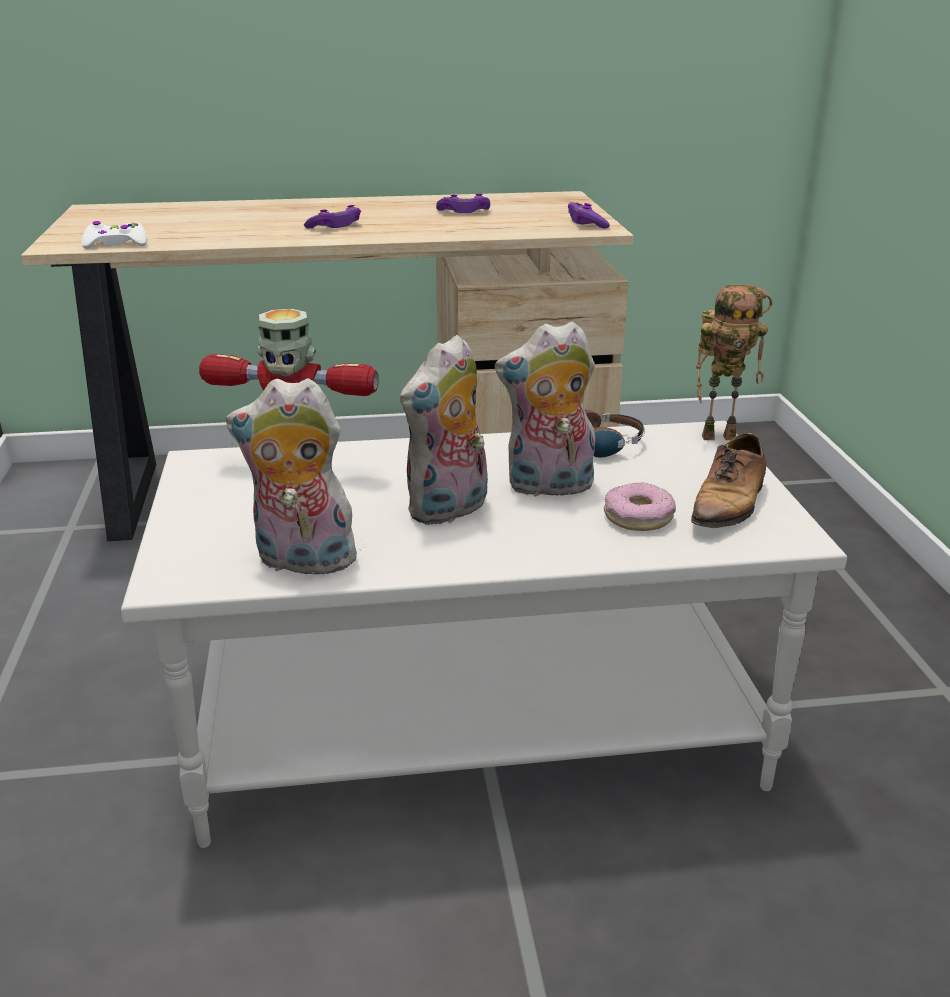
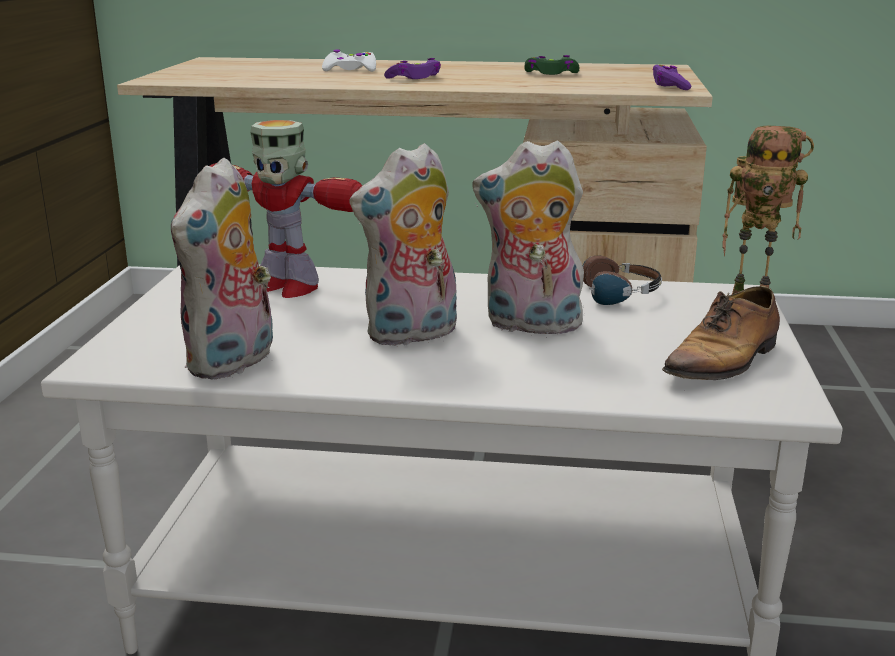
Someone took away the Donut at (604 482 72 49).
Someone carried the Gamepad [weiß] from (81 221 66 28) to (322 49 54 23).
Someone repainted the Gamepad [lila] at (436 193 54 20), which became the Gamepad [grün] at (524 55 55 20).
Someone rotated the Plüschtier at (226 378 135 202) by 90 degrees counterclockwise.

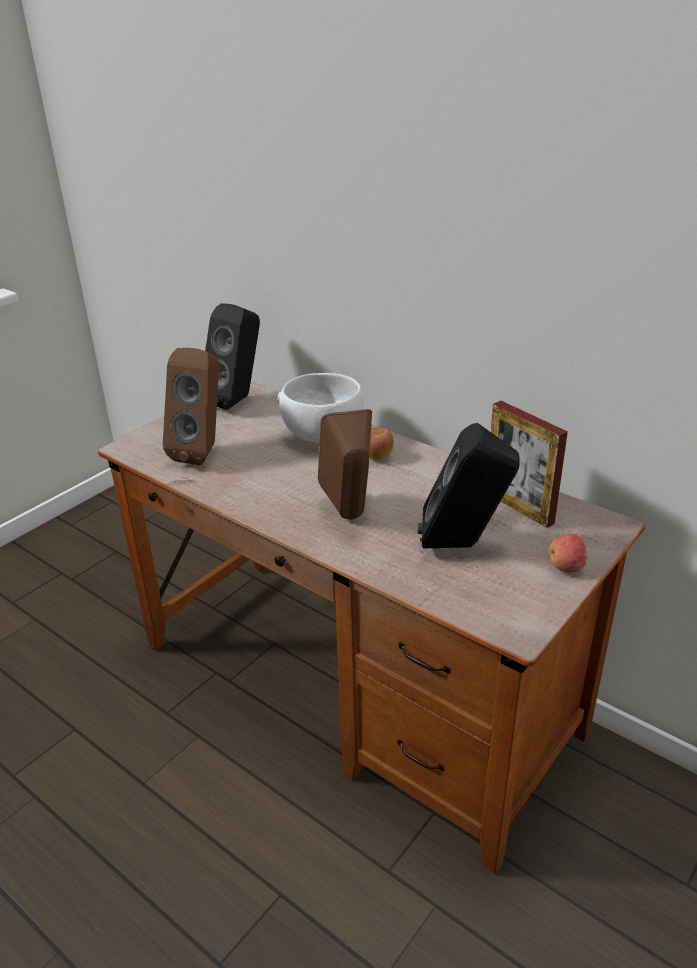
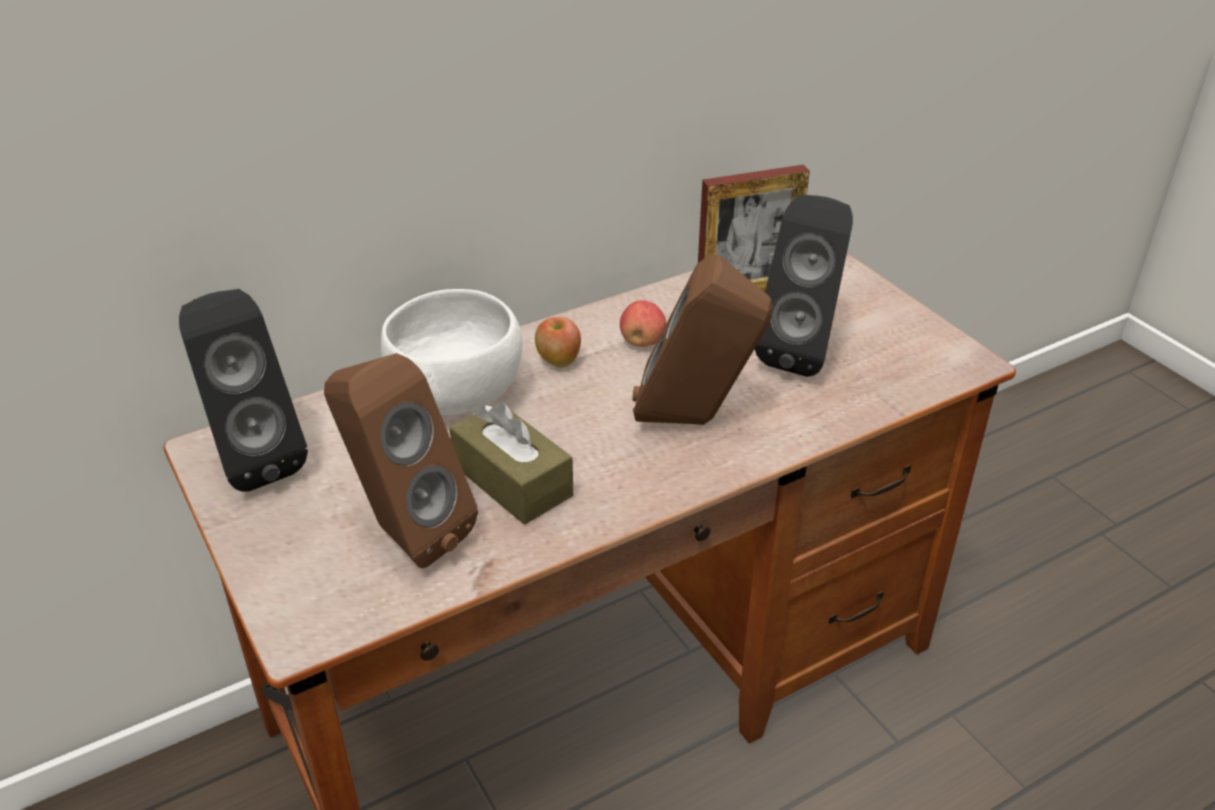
Someone put down the Taschentuchbox [braun] at (449 402 124 123).
Someone carried the Apfel from (549 534 39 38) to (620 300 46 47).

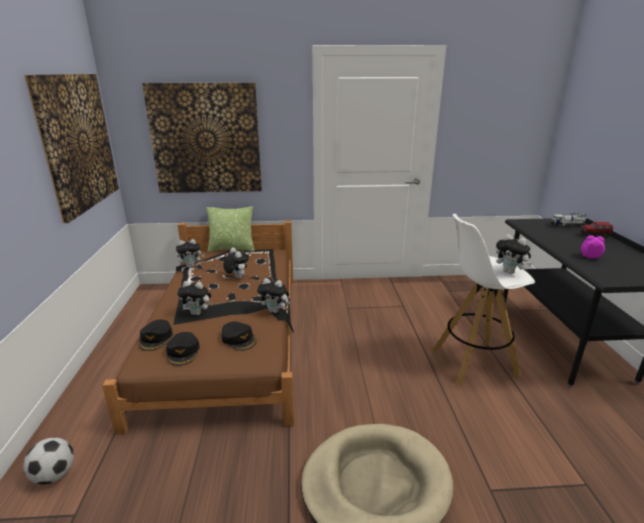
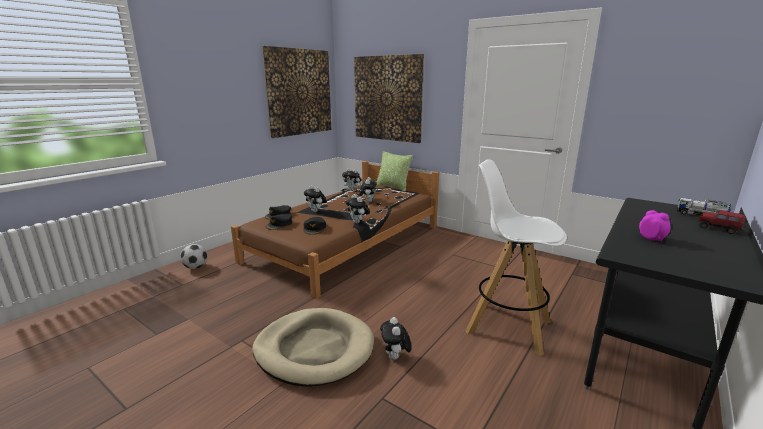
Someone carried the Plüschtier from (496 234 36 40) to (380 317 31 43).

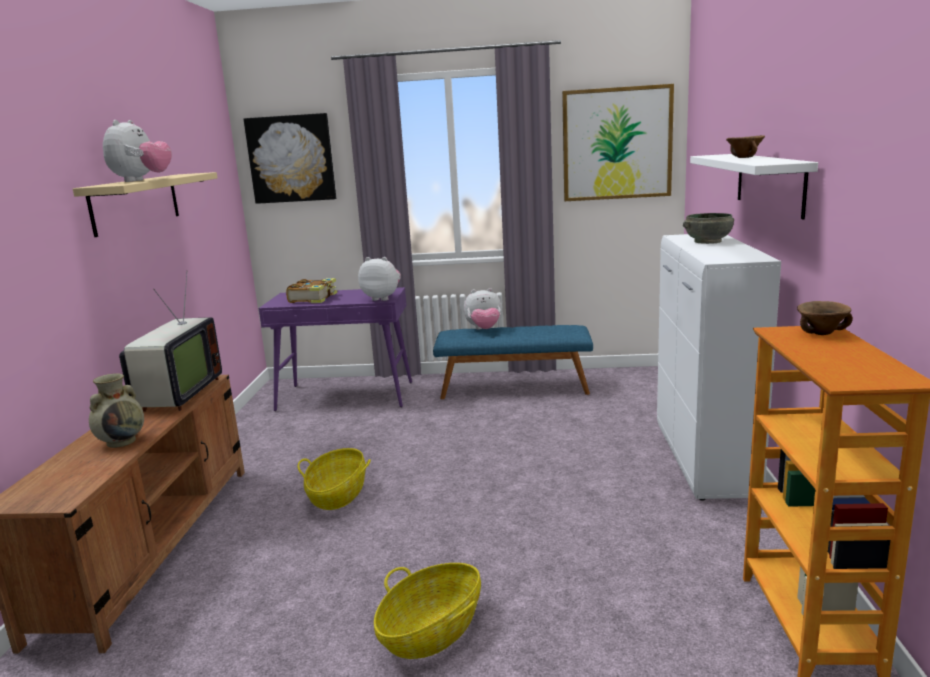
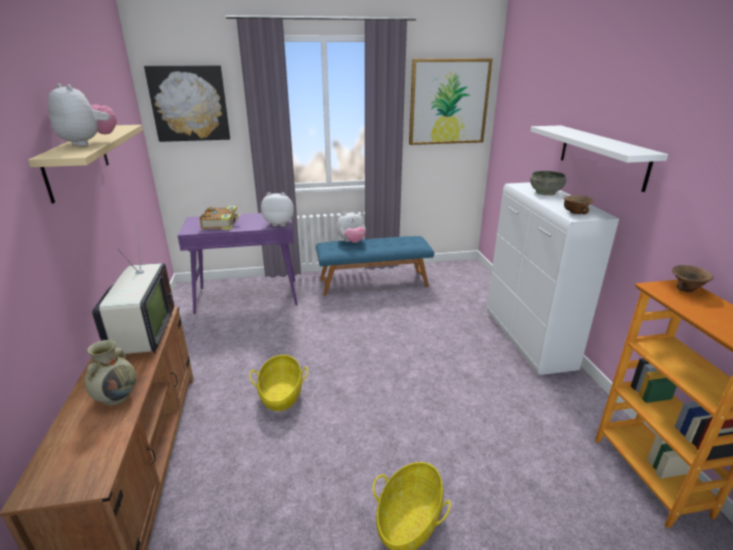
Someone carried the Schüssel [braun] from (726 135 39 23) to (563 195 30 19).
Someone rotated the Plüschtier at (103 120 69 62) by 45 degrees counterclockwise.

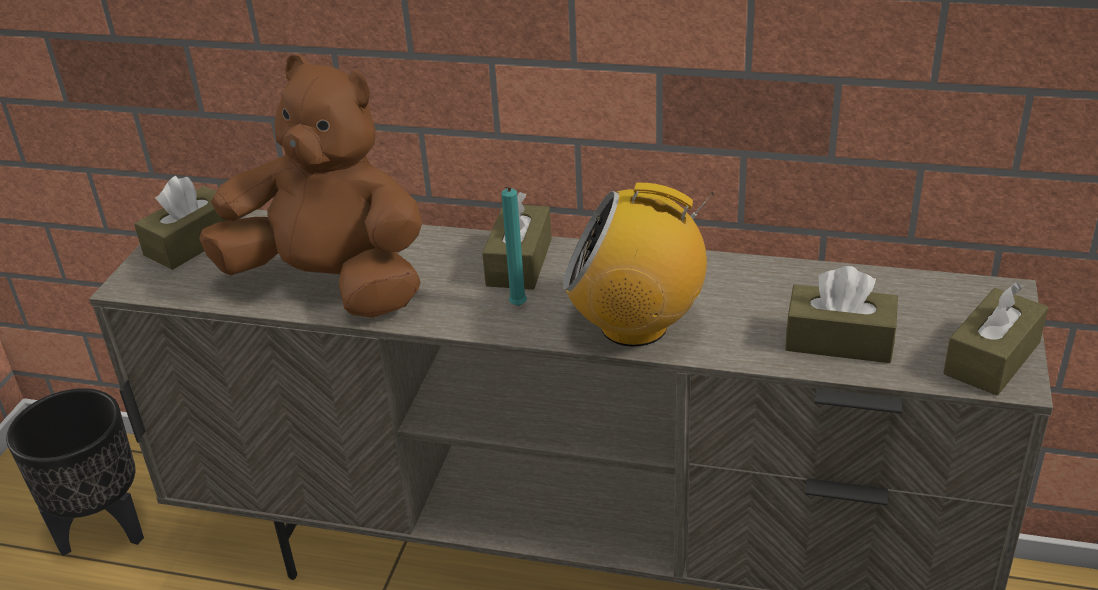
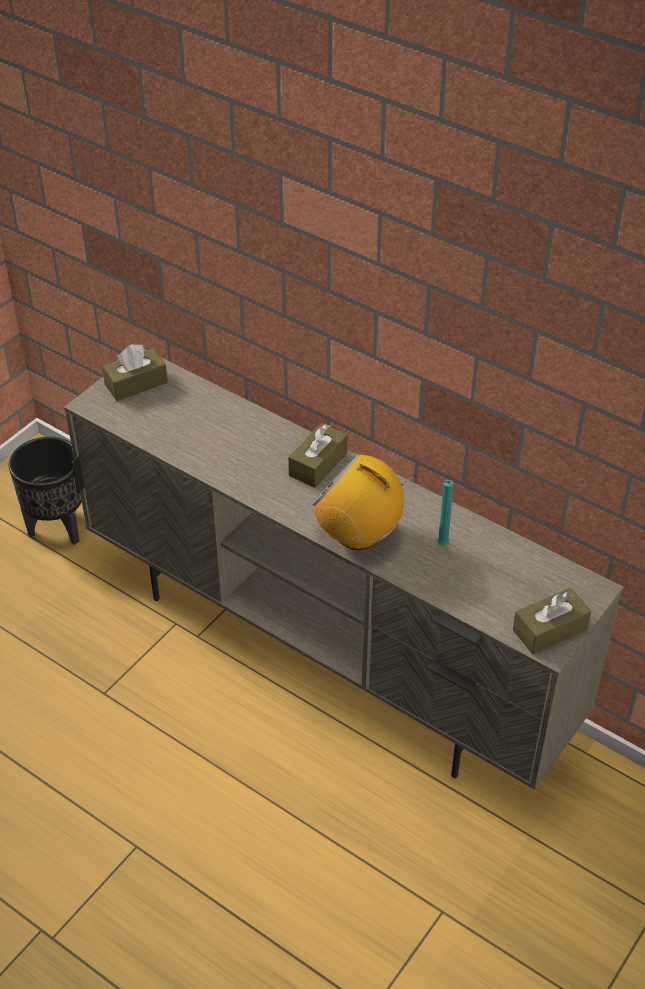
Someone took away the Plüschtier [braun] at (199 54 223 264).
Someone took away the Taschentuchbox [braun] at (785 266 113 97).
Someone carried the Kerze [türkis] from (501 186 26 120) to (437 480 17 65).

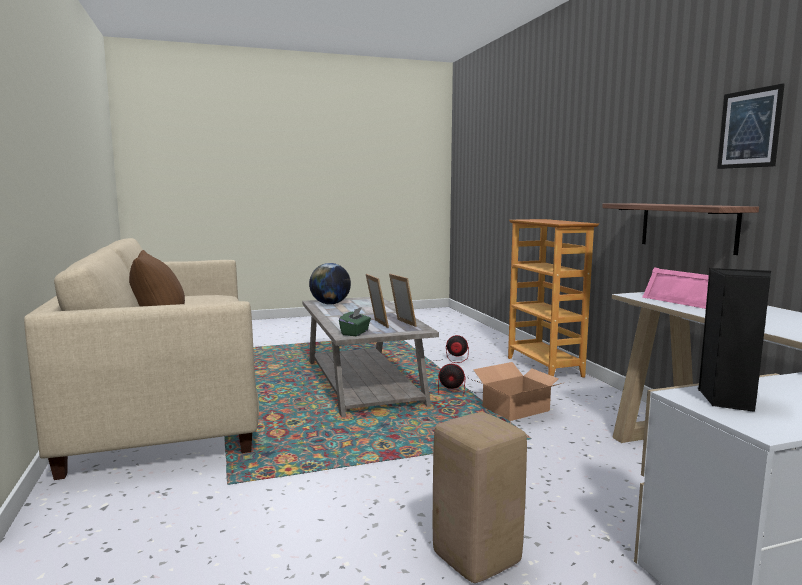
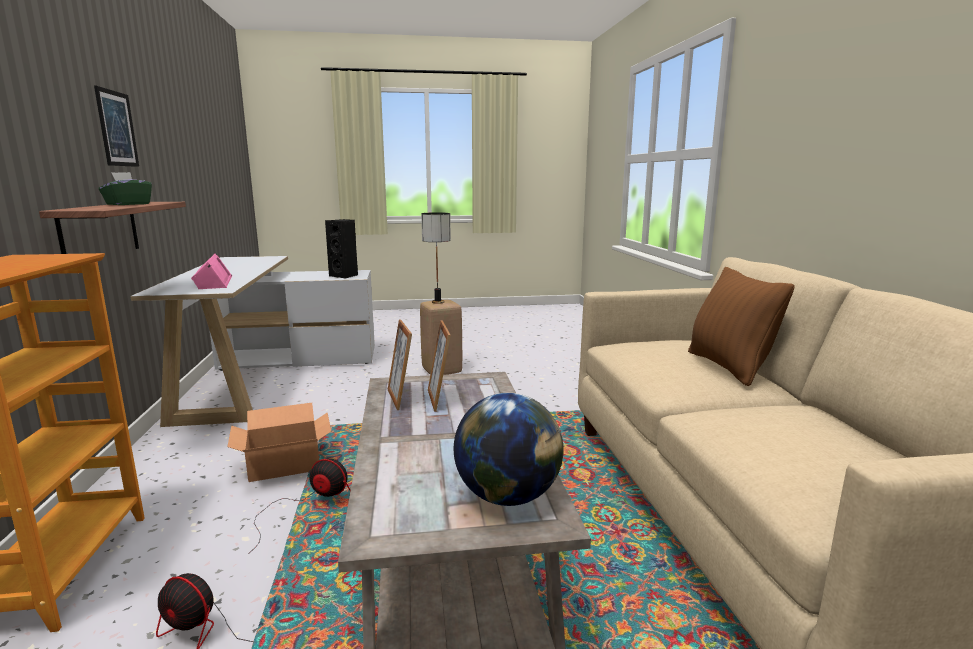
Someone put down the Tischlampe at (421 212 30 92).
Someone carried the Taschentuchbox [grün] from (339 307 32 29) to (98 172 54 33).

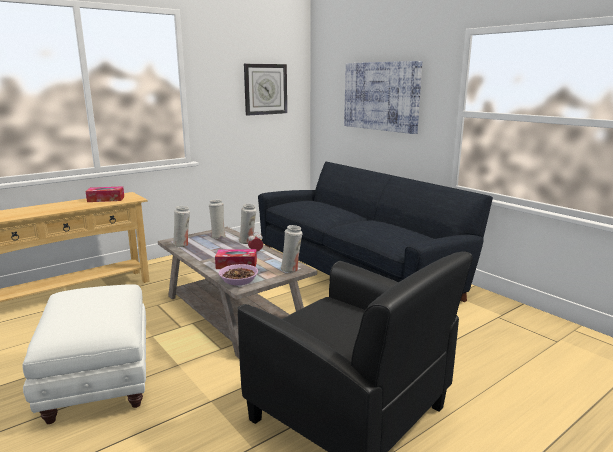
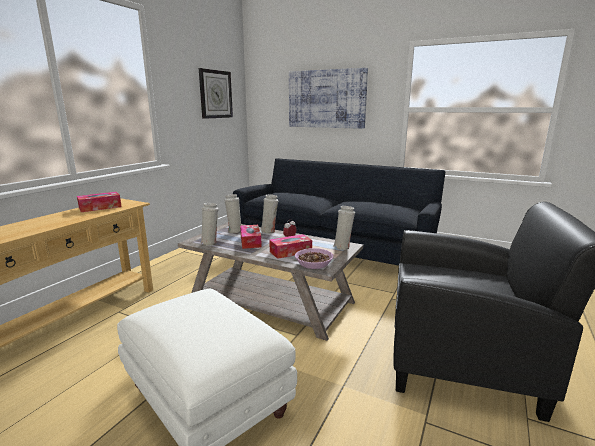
Someone put down the Taschentuchbox at (240 225 22 24).

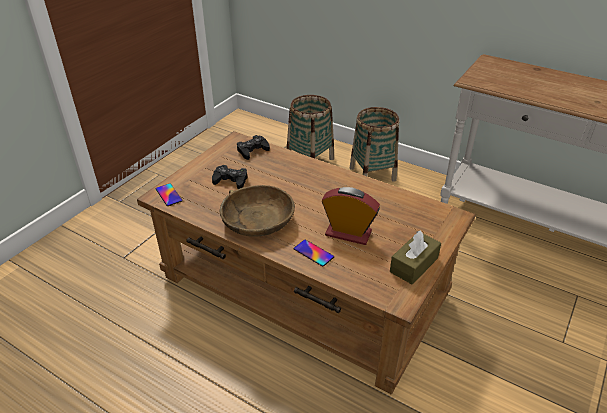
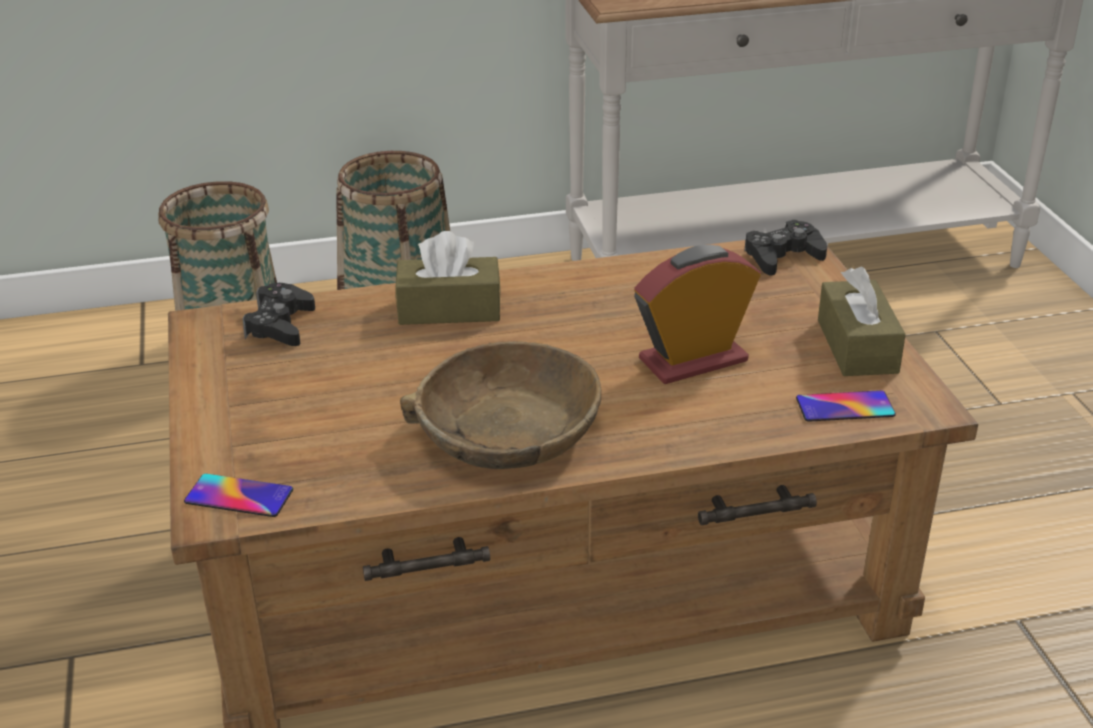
Someone put down the Taschentuchbox [braun] at (395 231 106 94).
Someone carried the Gamepad [schwarz] from (212 165 35 24) to (744 220 83 56).
Someone carried the Handy from (294 240 40 26) to (796 390 100 32).

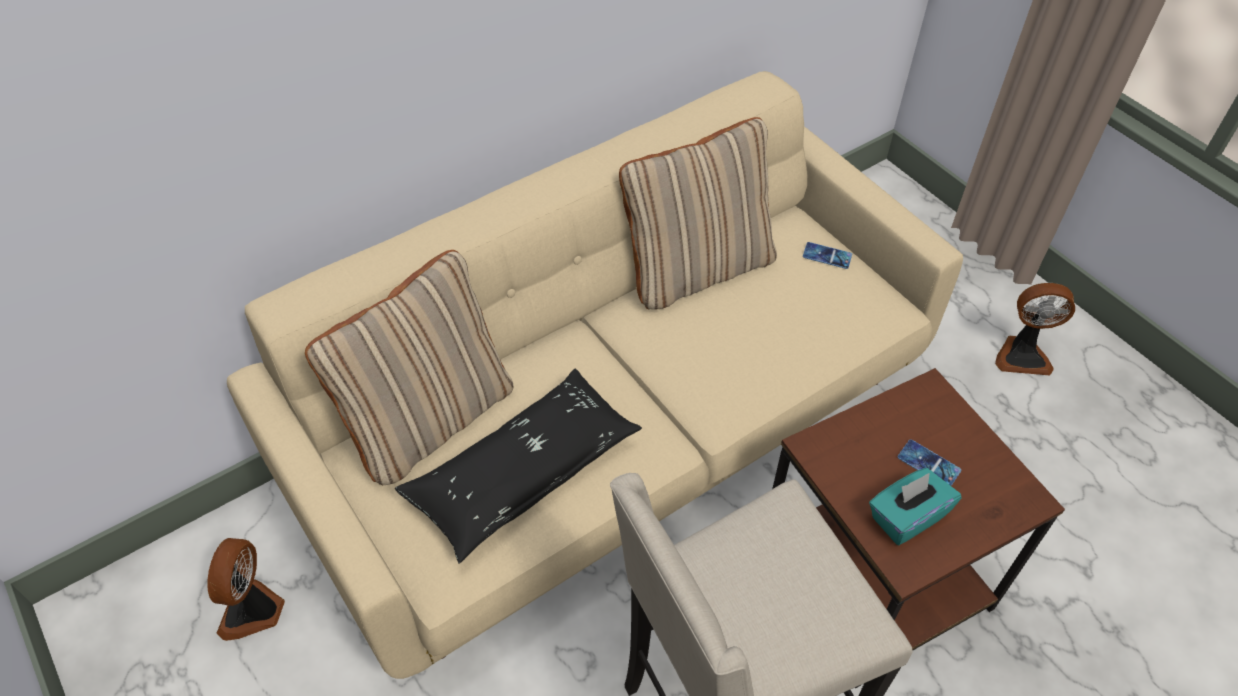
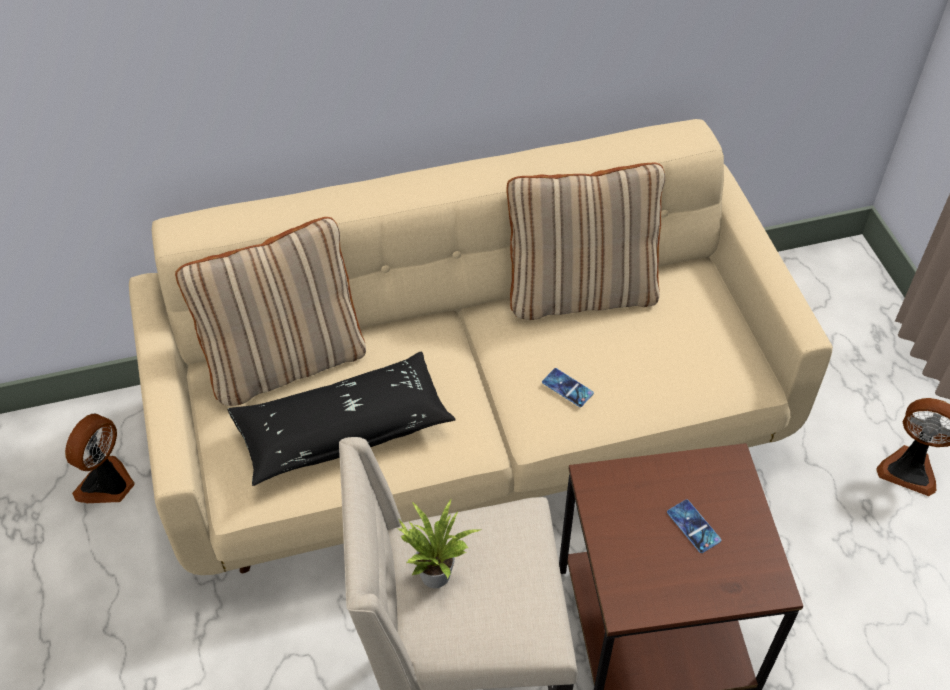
Someone took away the Taschentuchbox [türkis] at (869 468 92 77).
Someone put down the Topfpflanze at (397 499 83 90).
Someone carried the Handy from (803 242 49 27) to (542 368 52 39).

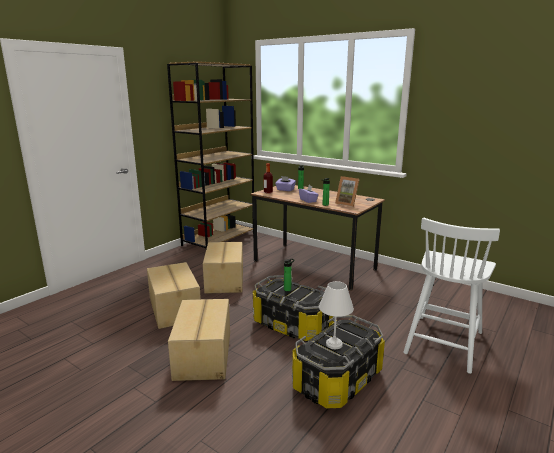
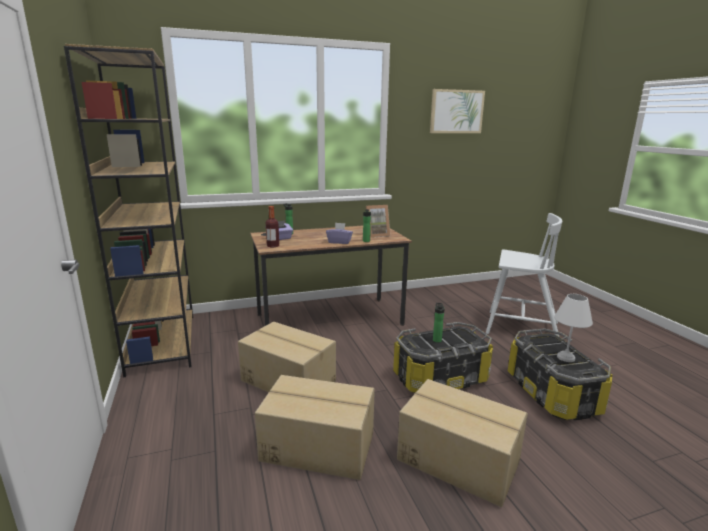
Someone put up the Bild at (430 89 55 44).
Someone rotated the Stuhl [weiß] at (403 218 97 156) by 45 degrees counterclockwise.

